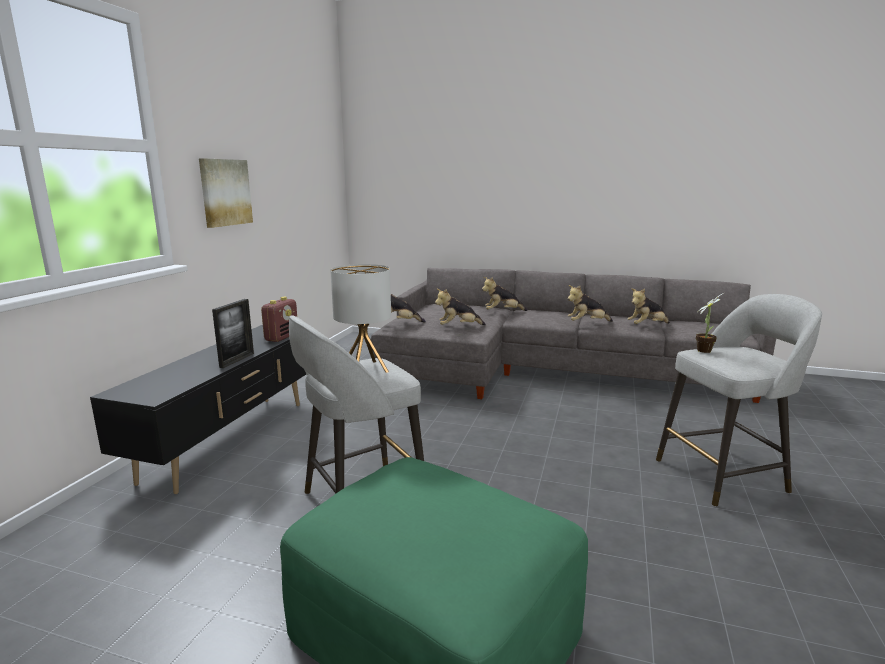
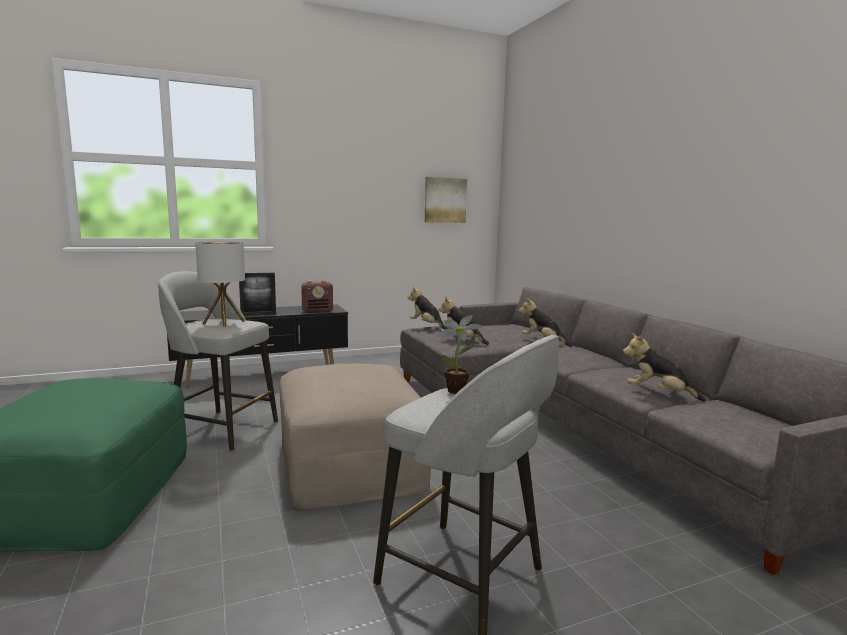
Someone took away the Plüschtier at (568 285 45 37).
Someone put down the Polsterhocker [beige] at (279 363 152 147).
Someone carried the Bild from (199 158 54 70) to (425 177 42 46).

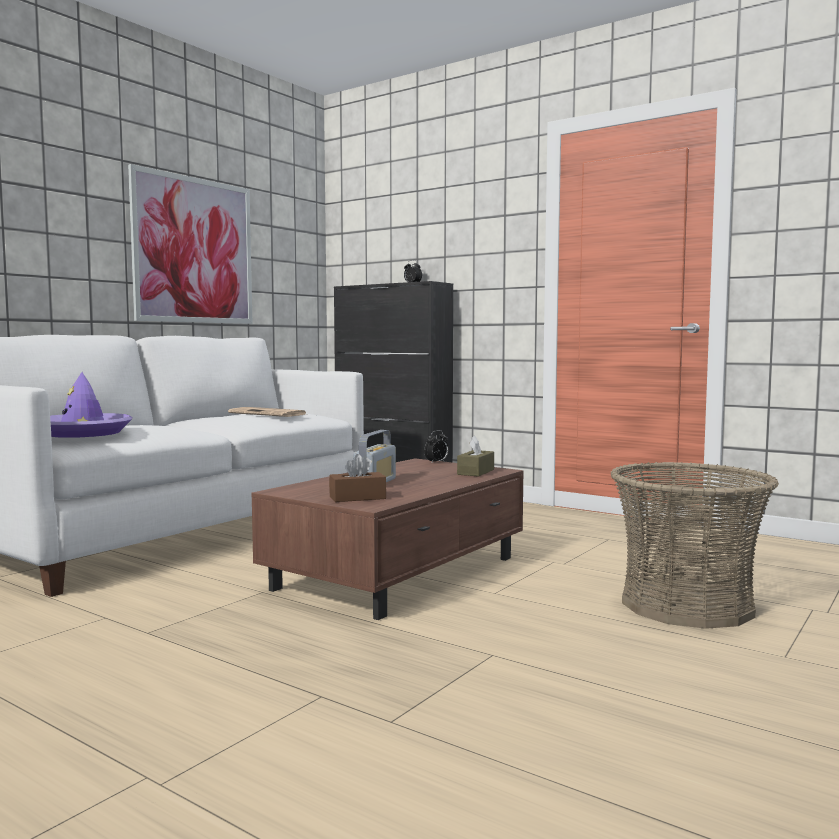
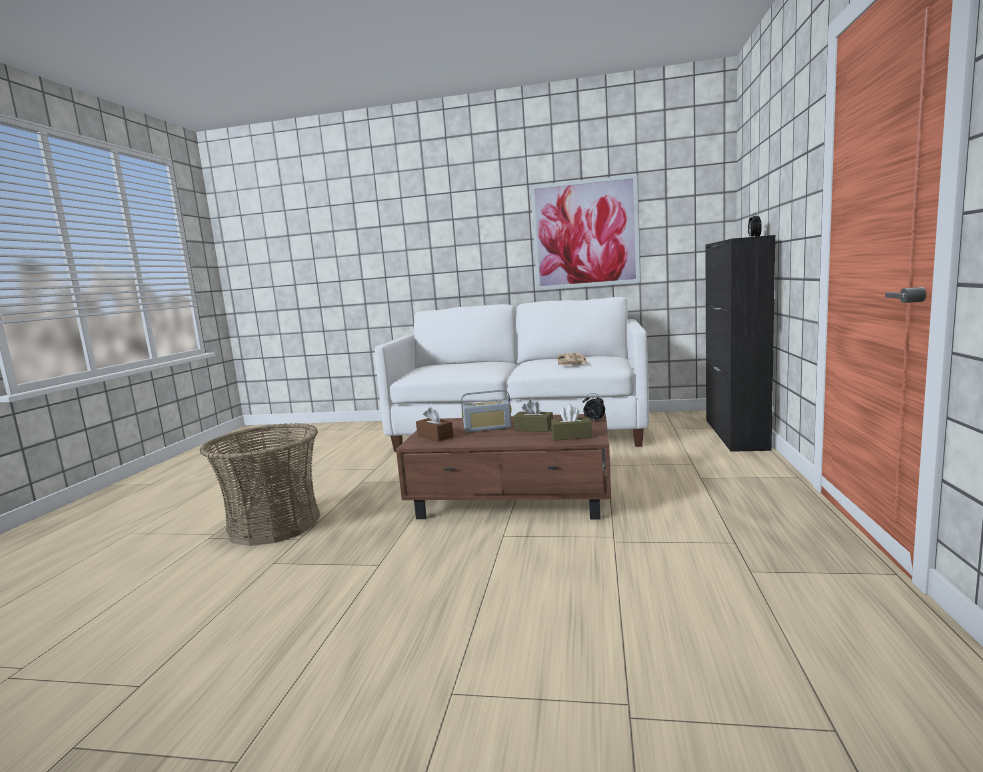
Someone took away the Hut [lila] at (50 372 82 66).
Someone put down the Taschentuchbox [braun] at (513 400 40 32).
Someone carried the Korb from (611 462 168 167) to (199 423 121 123).

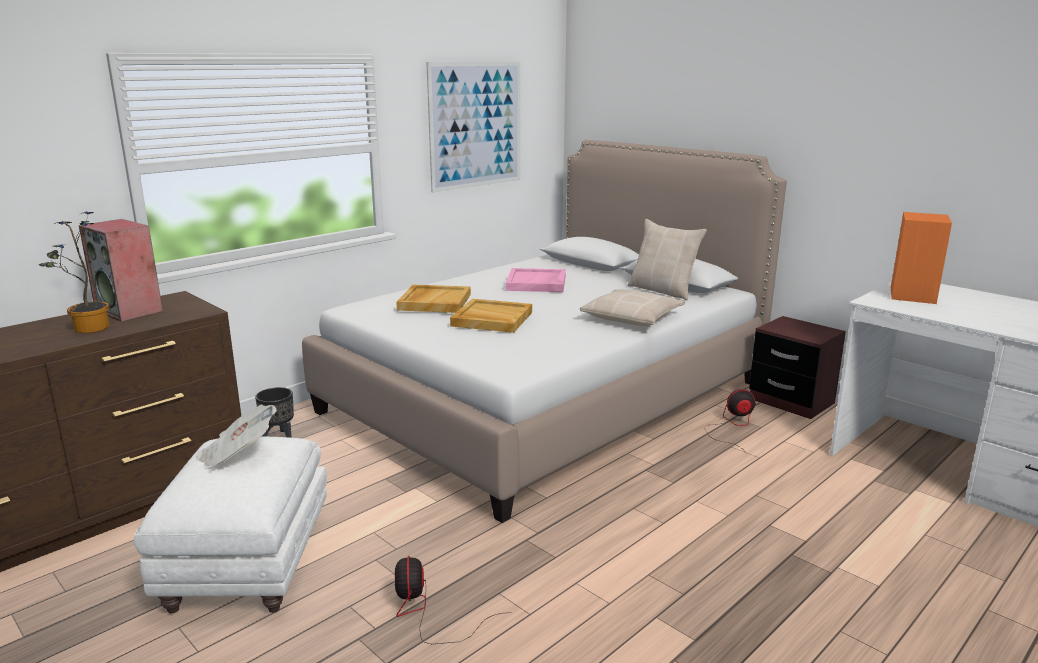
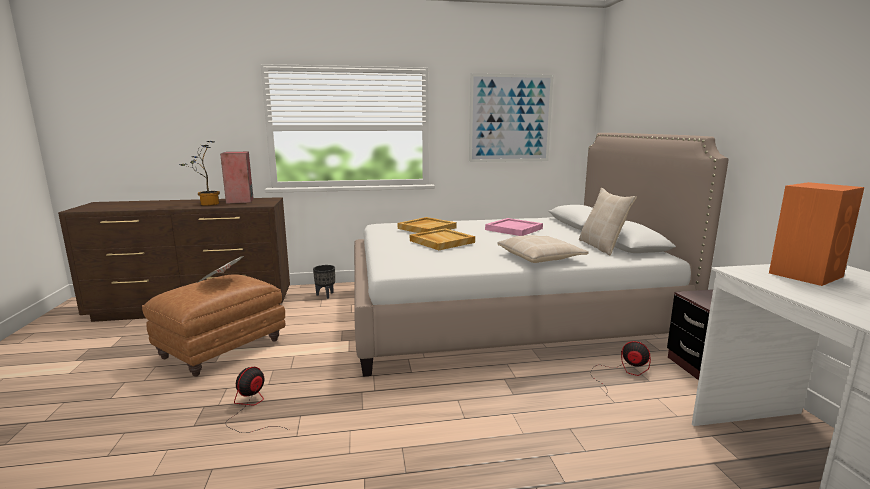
Someone repainted the Polsterhocker [weiß] at (134 437 193 176), which became the Polsterhocker [braun] at (142 274 143 102).

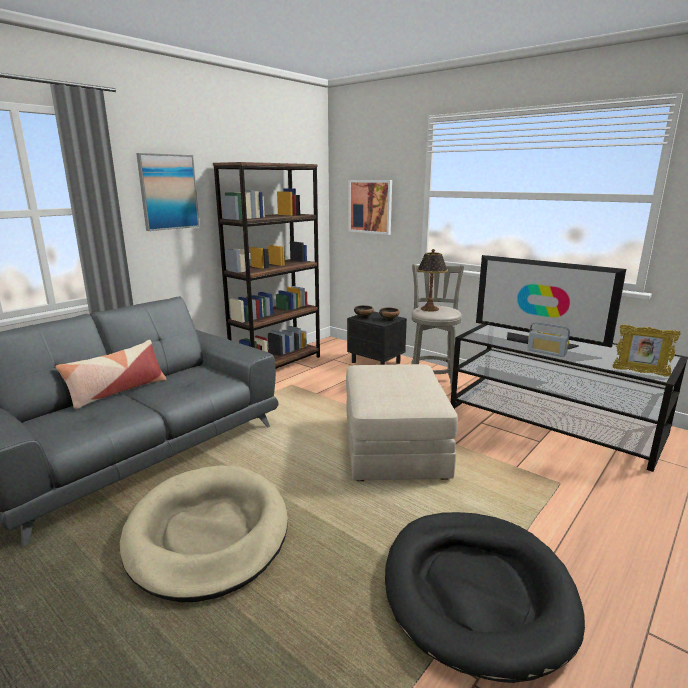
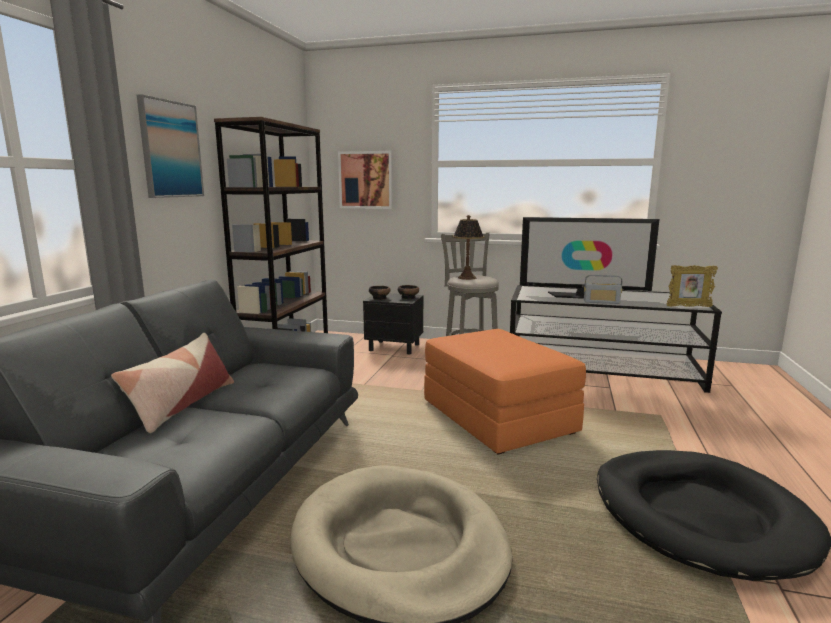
Someone repainted the Polsterhocker [beige] at (346 364 112 117), which became the Polsterhocker [orange] at (424 329 162 126).

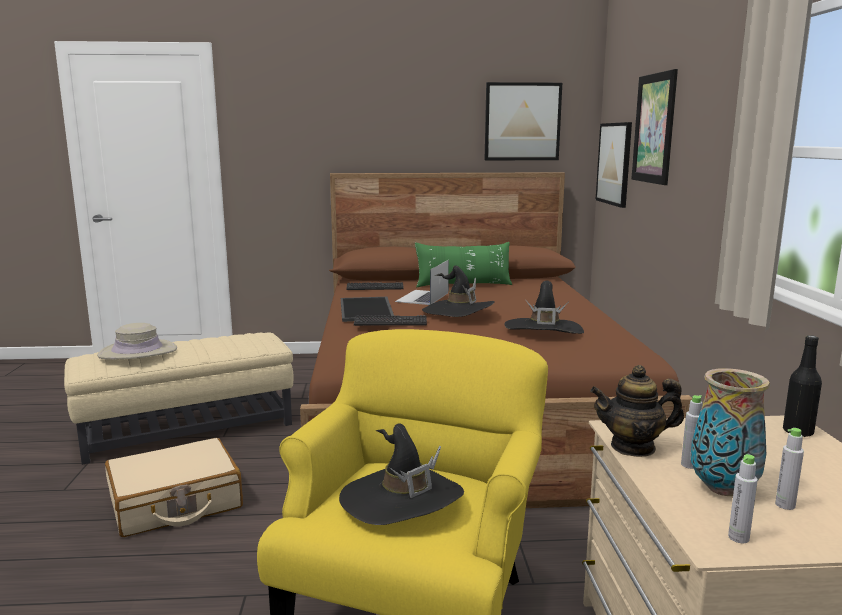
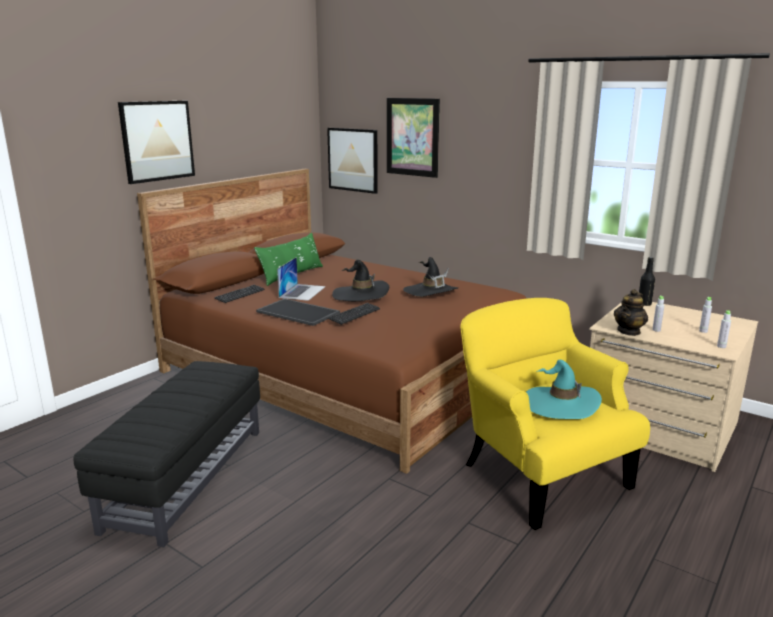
Someone took away the Hut [beige] at (97 323 80 36).
Someone took away the Koffer [beige] at (105 438 138 99).
Someone took away the Vase at (691 368 79 128).
Someone carried the Bild from (485 82 77 78) to (118 101 77 83).
Someone repainted the Polsterhocker [beige] at (64 332 230 133), which became the Polsterhocker [schwarz] at (73 361 187 186).
Someone repainted the Hut [schwarz] at (339 423 125 102), which became the Hut [türkis] at (526 360 76 59).
Someone rotated the Laptop at (395 260 54 45) by 135 degrees counterclockwise.

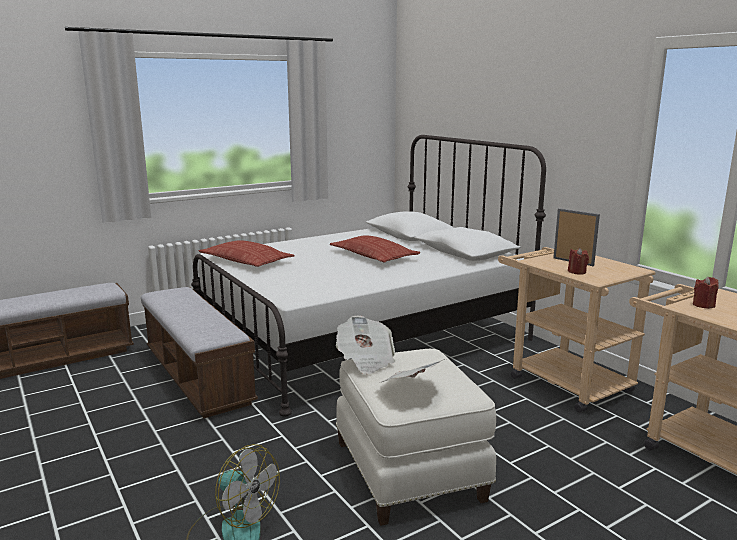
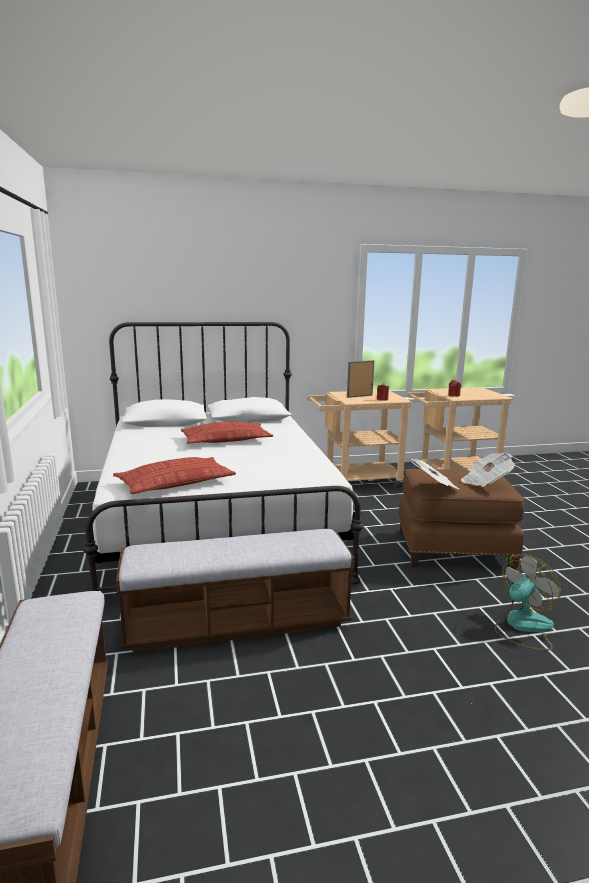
Someone repainted the Polsterhocker [weiß] at (336 349 160 177), which became the Polsterhocker [braun] at (398 469 127 101).

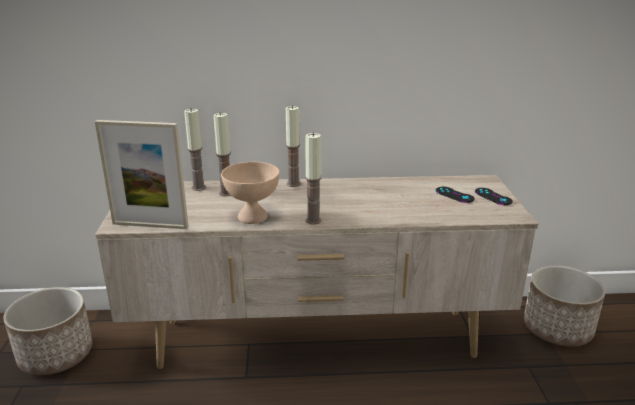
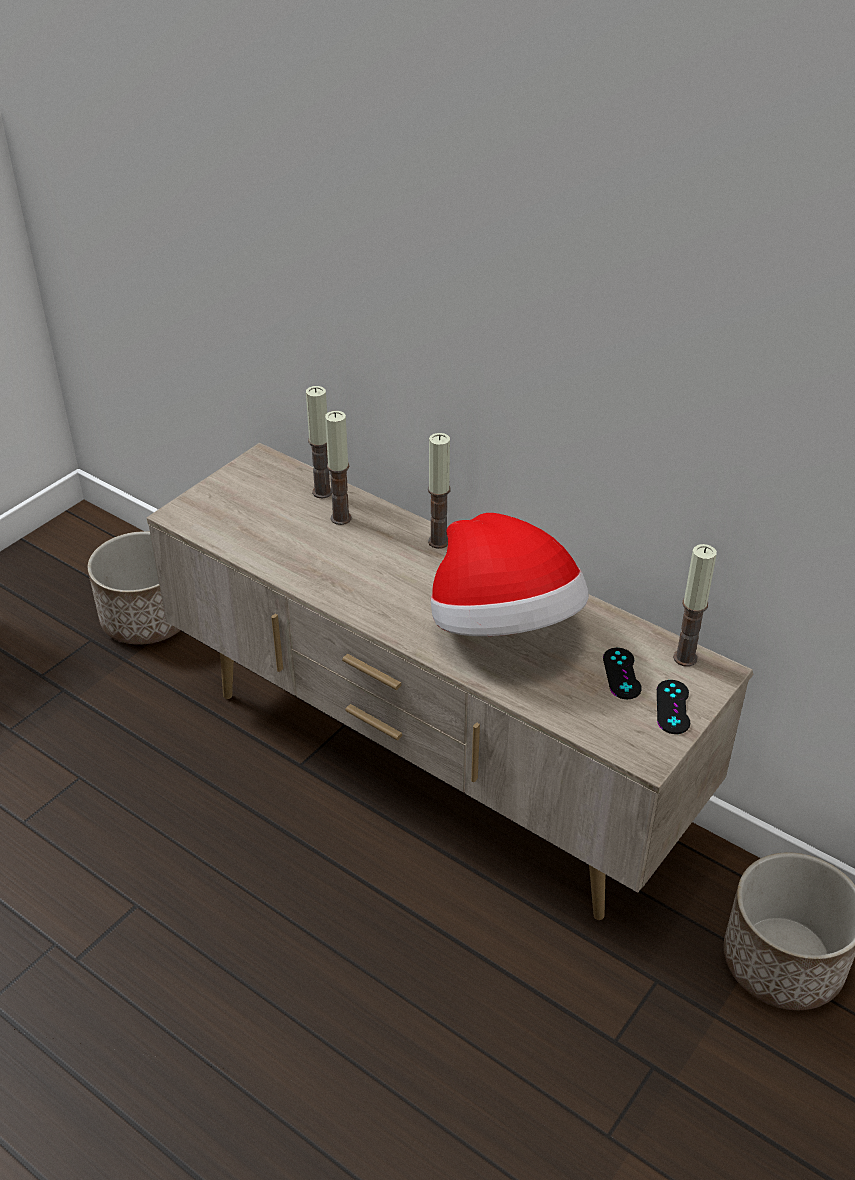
Someone took away the Bilderrahmen at (95 120 94 109).
Someone took away the Schüssel [beige] at (221 162 58 62).
Someone put down the Hut at (431 513 158 123).
Someone carried the Kerze from (305 132 17 93) to (673 544 44 123).

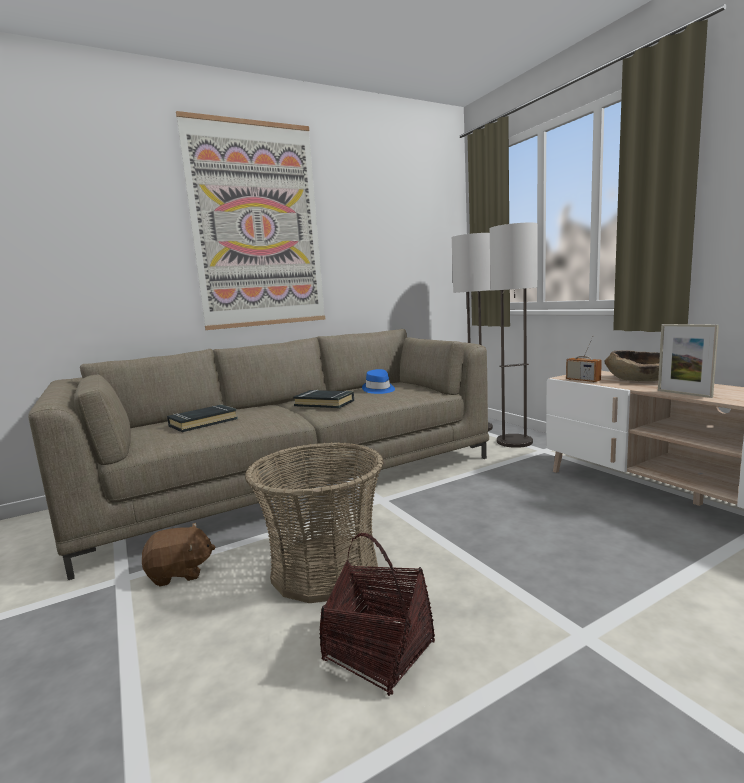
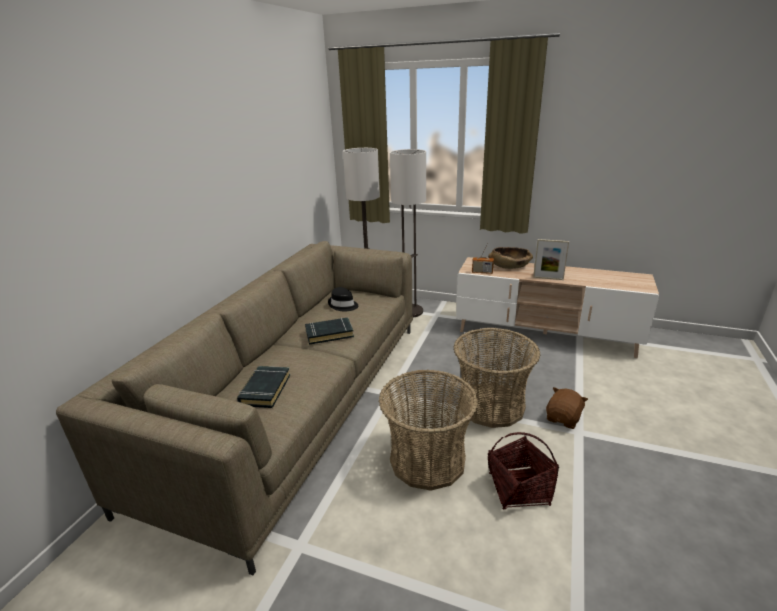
Someone took away the Bild at (176 111 149 219).
Someone put down the Korb at (453 328 87 100).
Someone carried the Plüschtier [braun] from (142 523 73 64) to (546 387 42 42).
Someone repainted the Hut [blau] at (362 369 33 25), which became the Hut [schwarz] at (328 287 30 24).

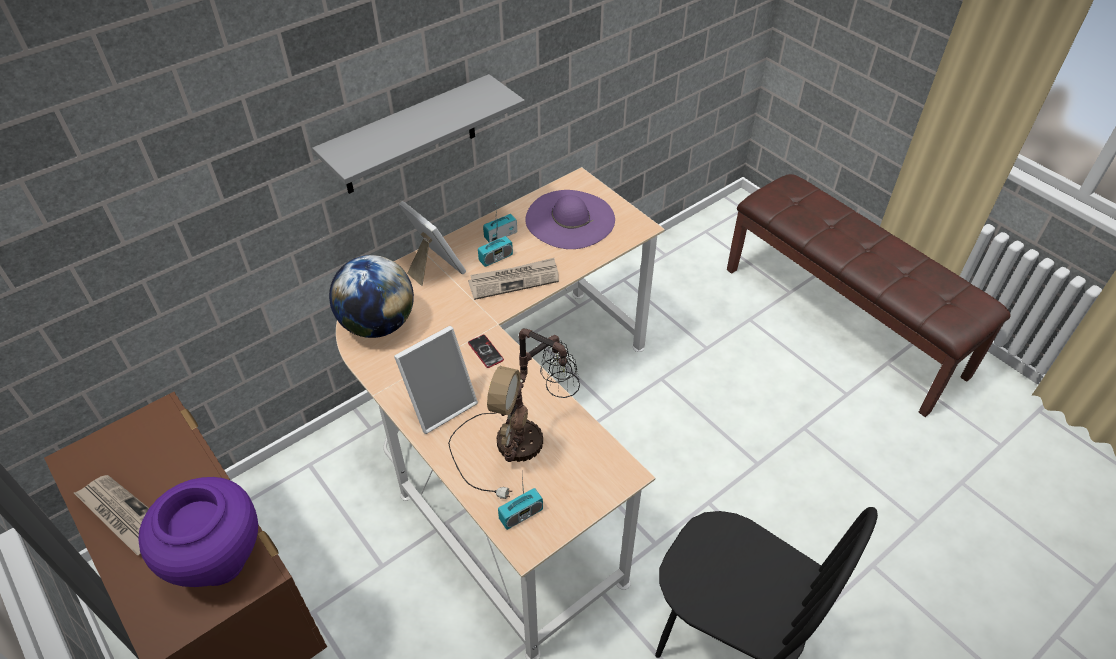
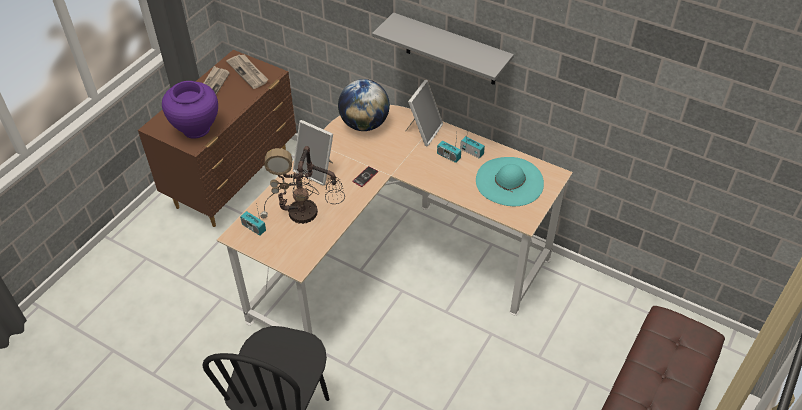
Someone carried the Zeitung from (468 258 91 42) to (226 55 42 34).
Someone repainted the Hut [lila] at (525 190 90 59), which became the Hut [türkis] at (476 157 68 49).

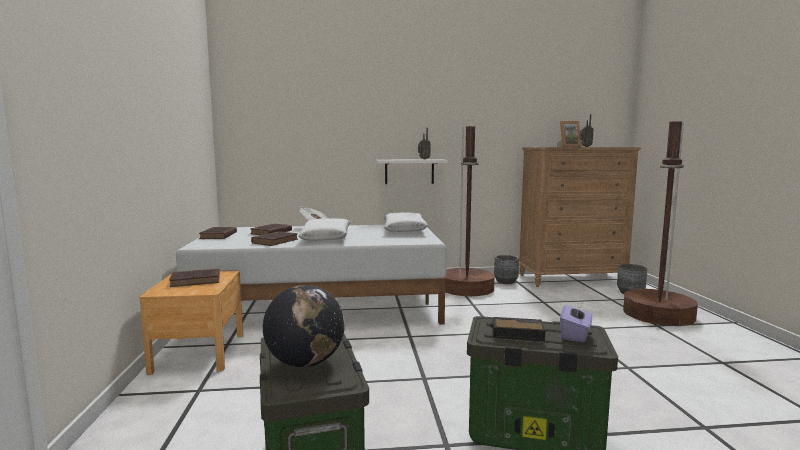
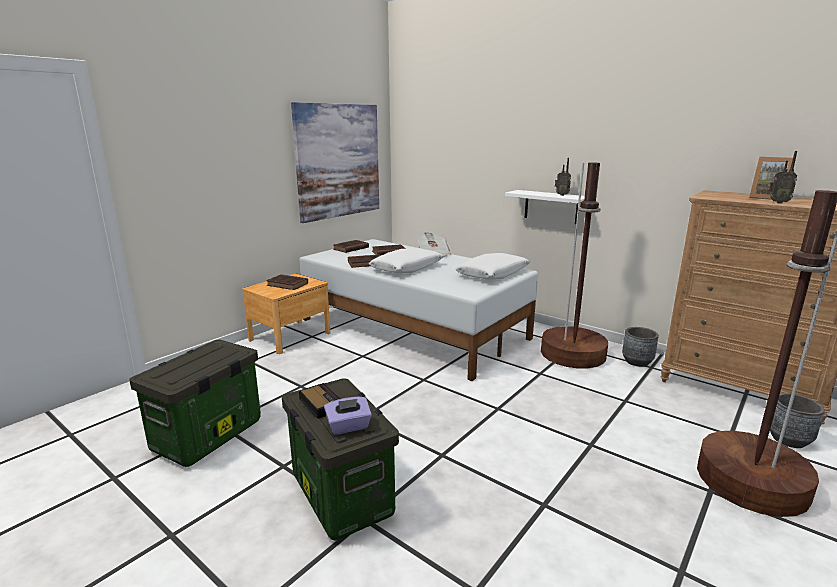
Someone took away the Globus at (263 285 82 82).
Someone put up the Bild at (291 102 88 121).

